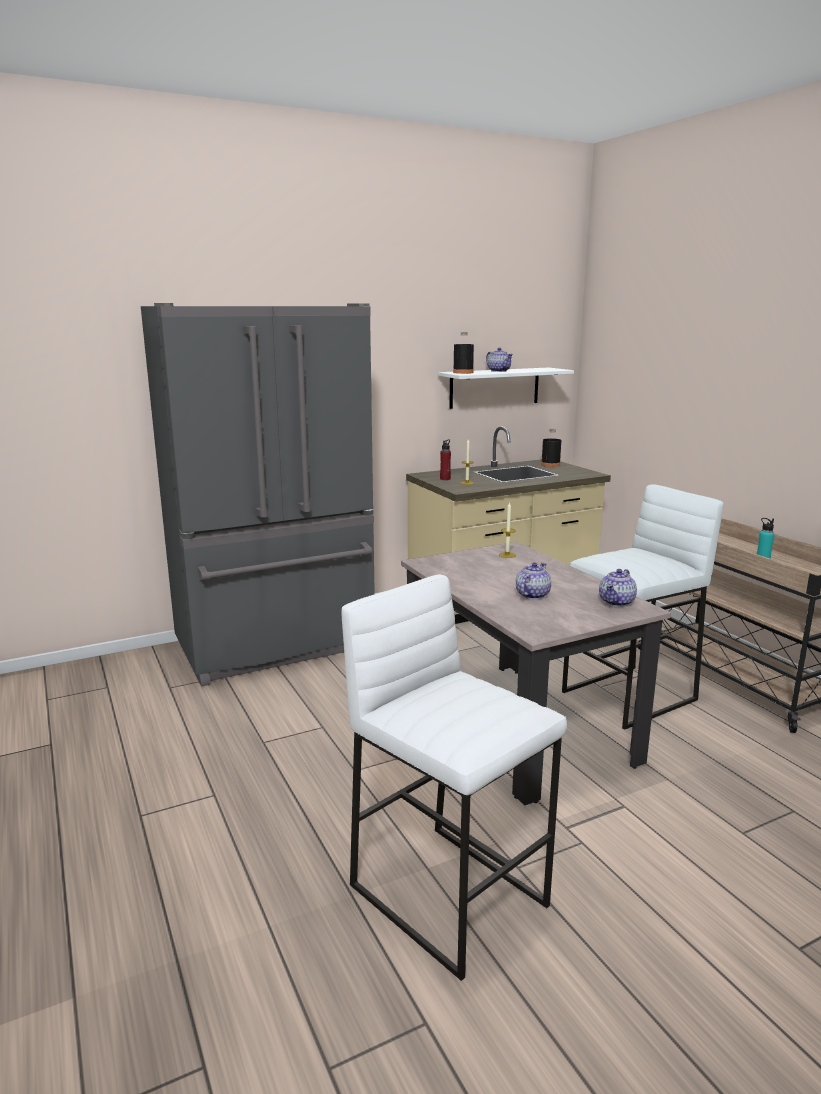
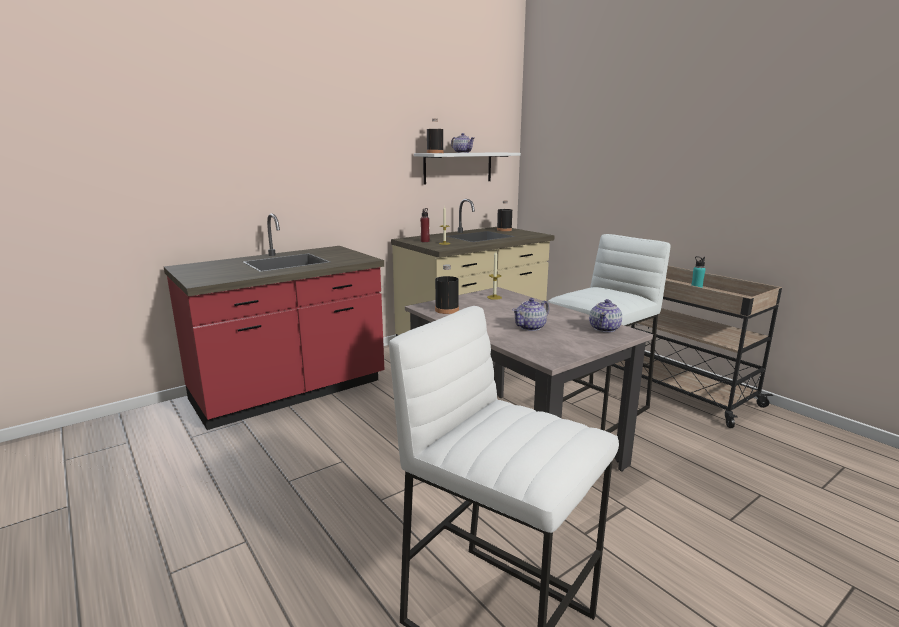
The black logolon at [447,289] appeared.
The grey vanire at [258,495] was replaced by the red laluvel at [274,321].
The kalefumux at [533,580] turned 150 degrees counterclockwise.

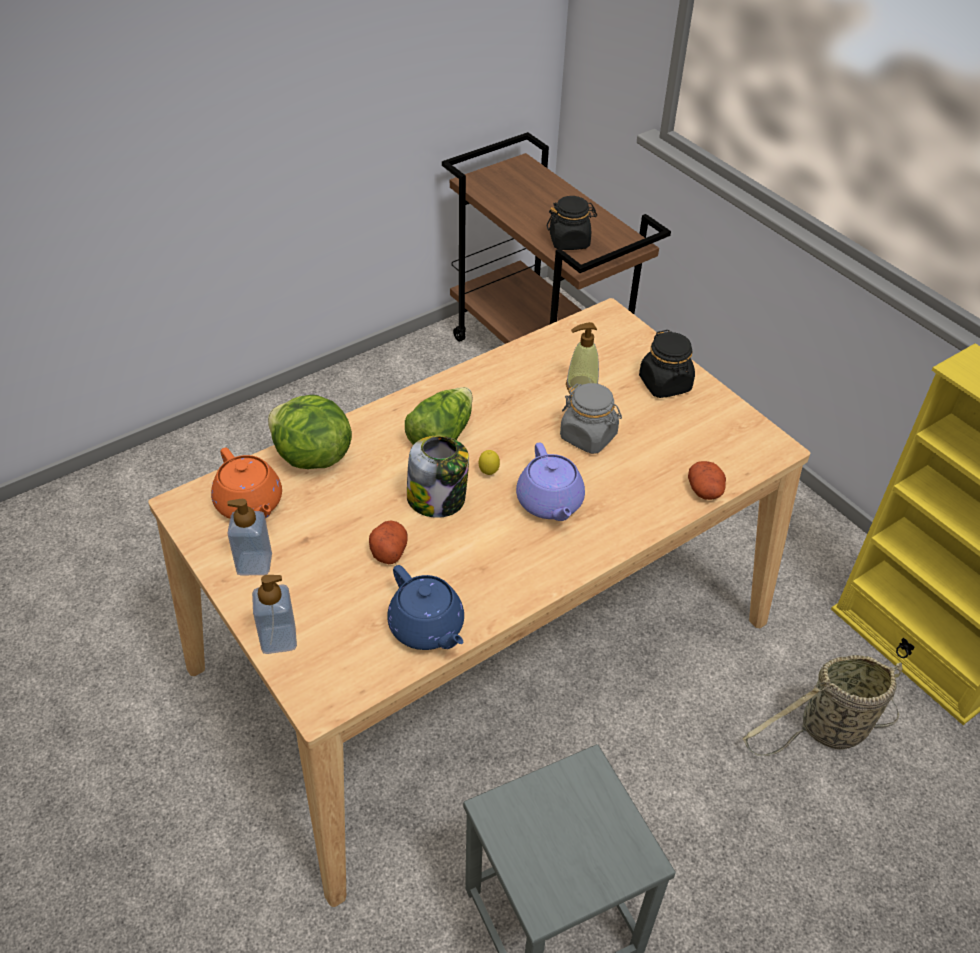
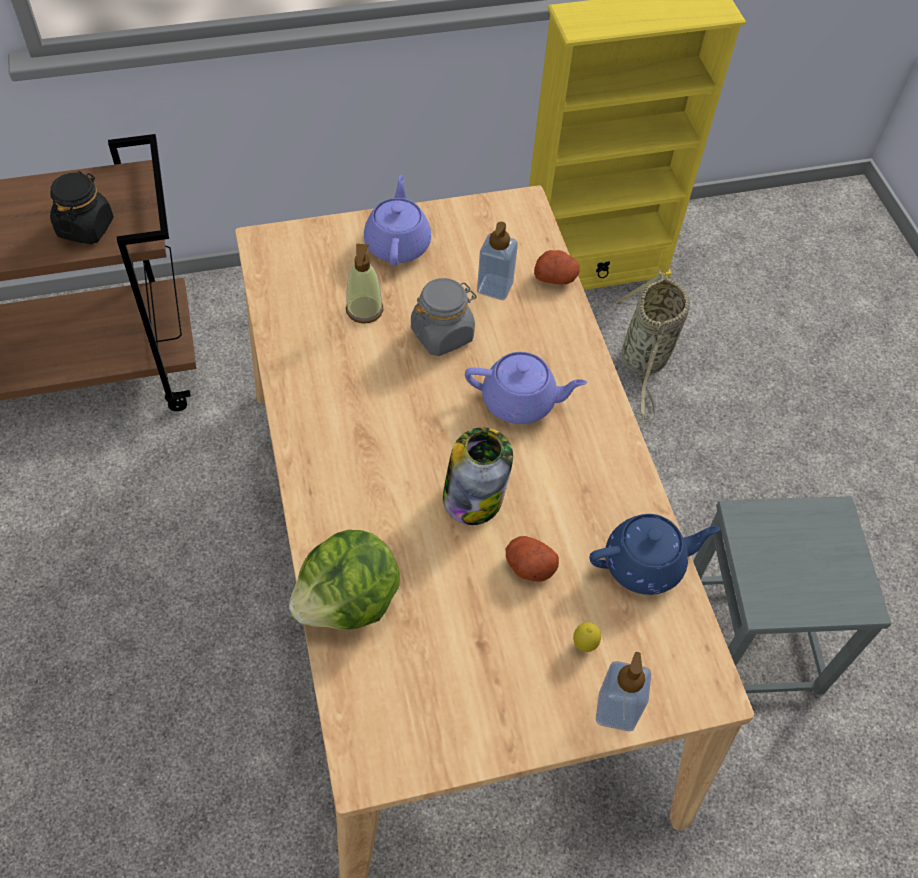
The orange kalefumux at [246,483] disappeared.
The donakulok at [438,416] disappeared.
The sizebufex moved from [249,537] to [497,261].
The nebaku moved from [489,462] to [587,637].
The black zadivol at [667,364] was replaced by the purple kalefumux at [397,220].

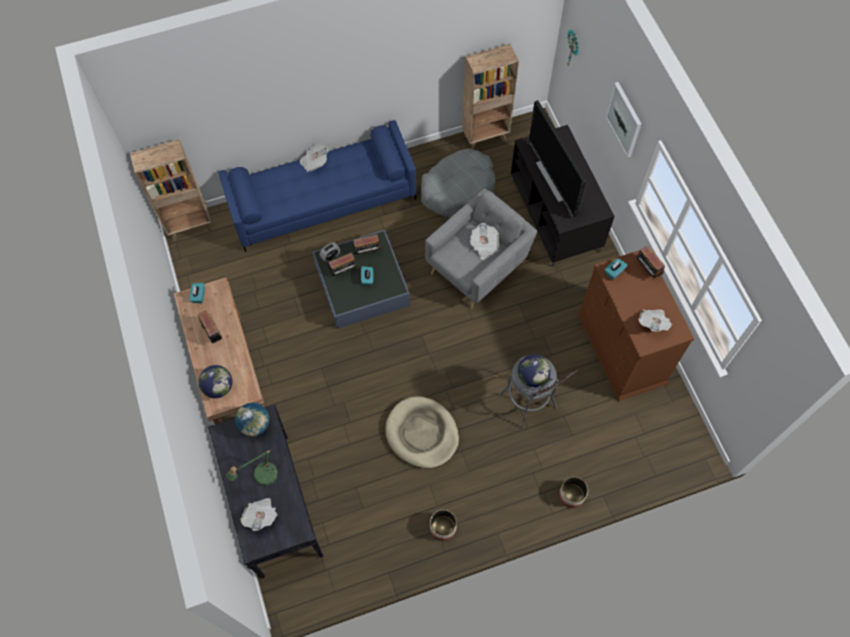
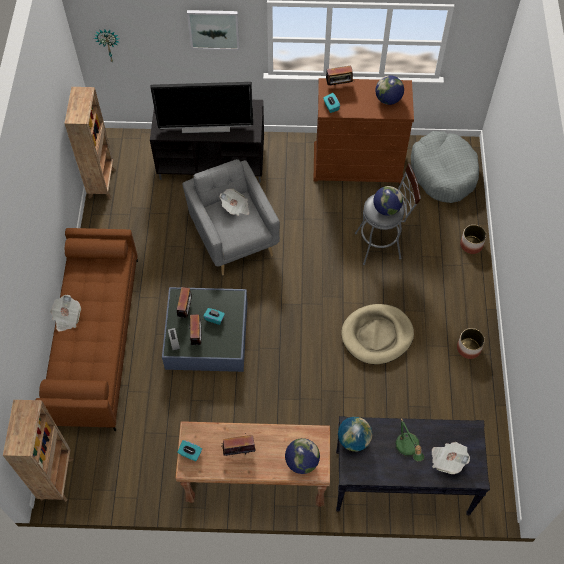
The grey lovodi moved from [458,182] to [445,167].
The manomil at [655,320] was replaced by the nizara at [389,90].
The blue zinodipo at [317,186] became the brown zinodipo at [87,329].

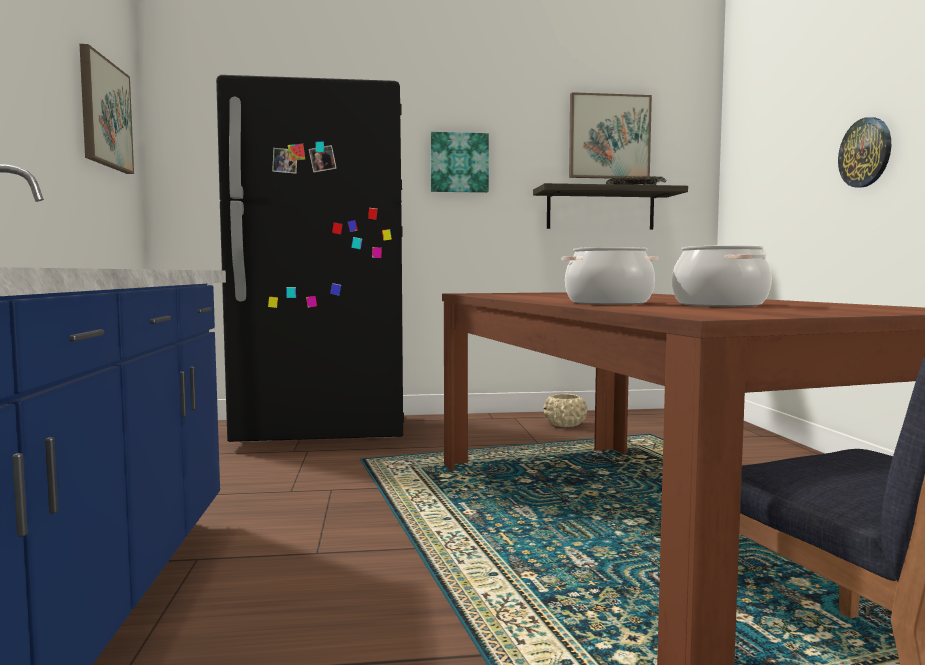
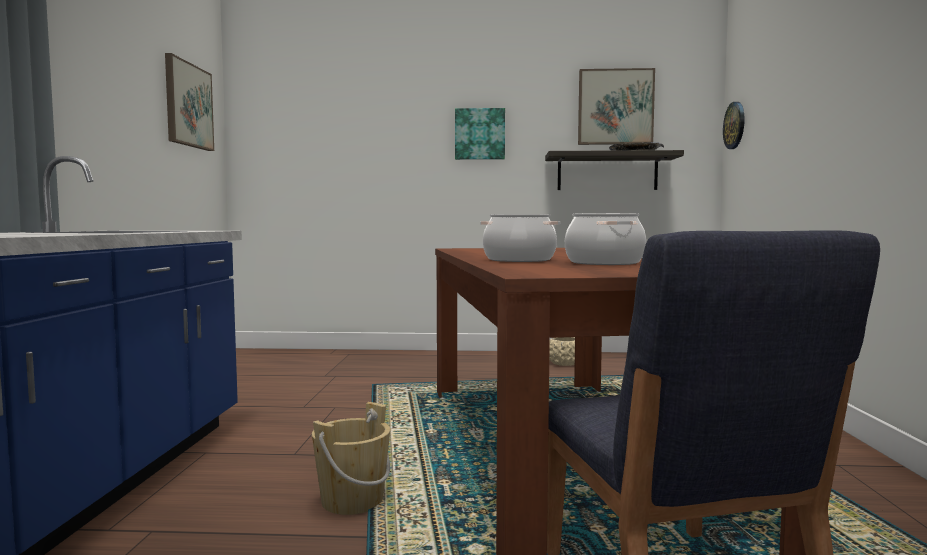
The black vanire at [310,258] disappeared.
The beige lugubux at [351,458] appeared.
The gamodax moved from [864,152] to [733,125].

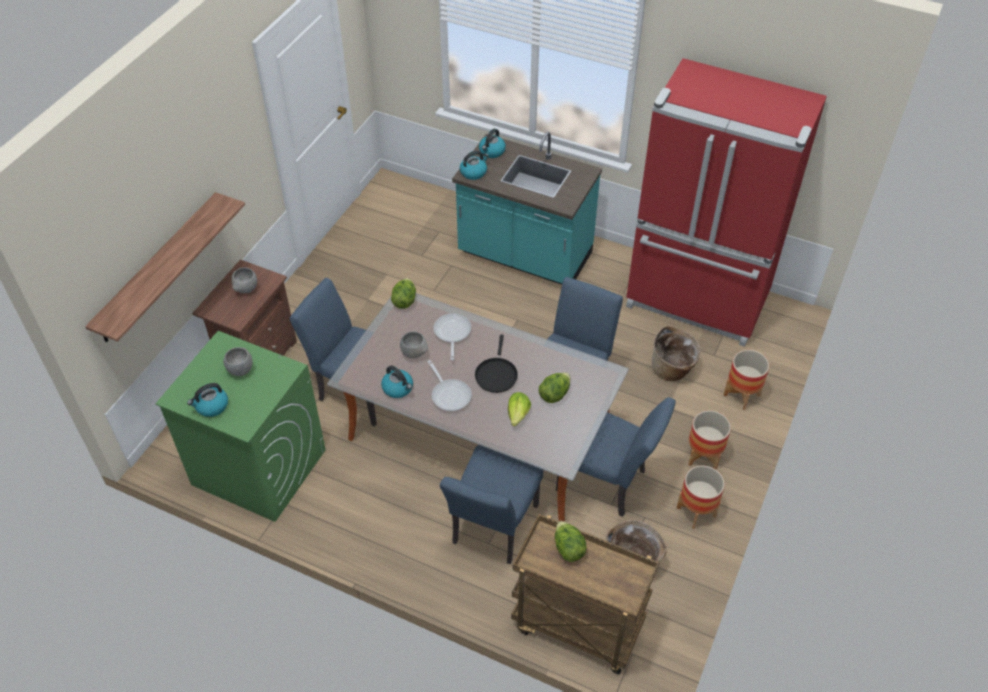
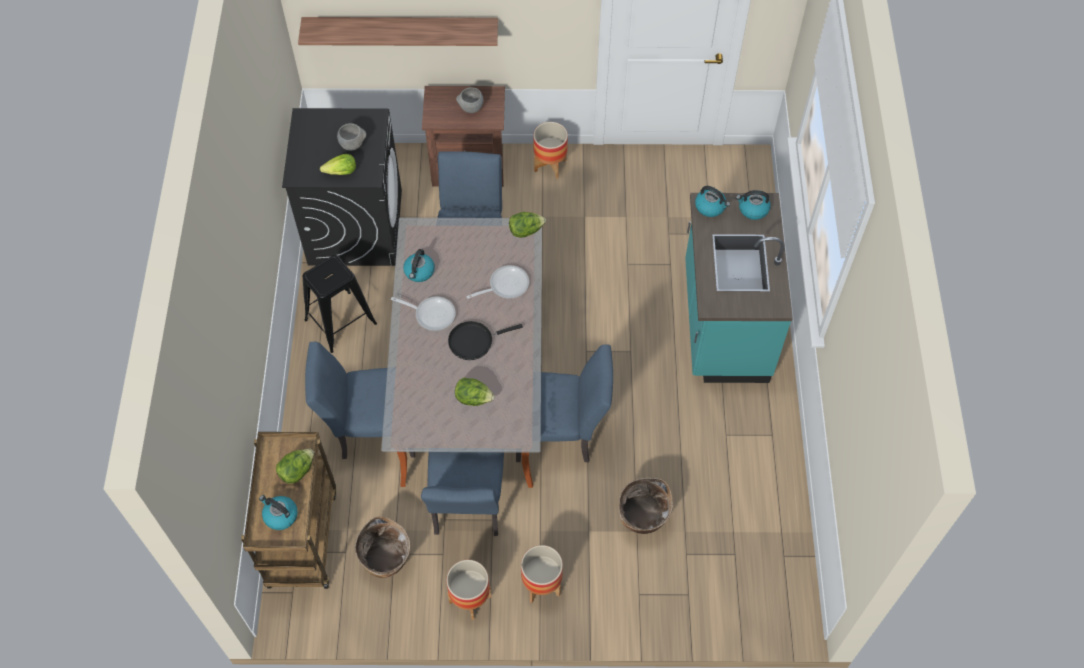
The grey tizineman at [414,345] disappeared.
The red vanire at [726,202] disappeared.
The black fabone at [339,304] appeared.
The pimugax moved from [207,400] to [278,512].
The donakulok moved from [519,409] to [338,164].
The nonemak moved from [746,380] to [550,150].
The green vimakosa at [240,426] became the black vimakosa at [342,187].
The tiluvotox at [450,385] turned 105 degrees counterclockwise.

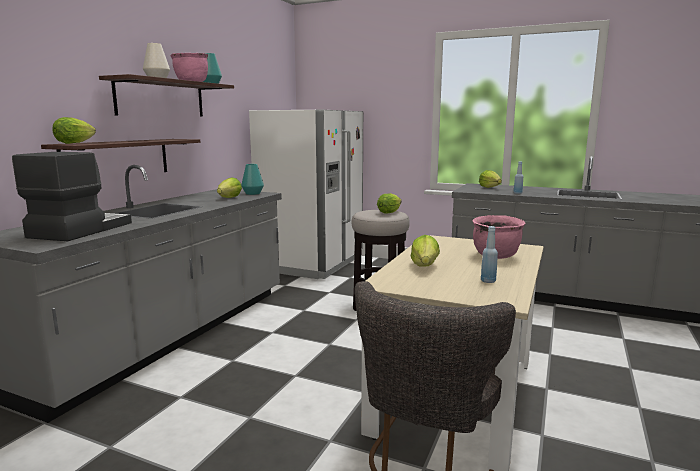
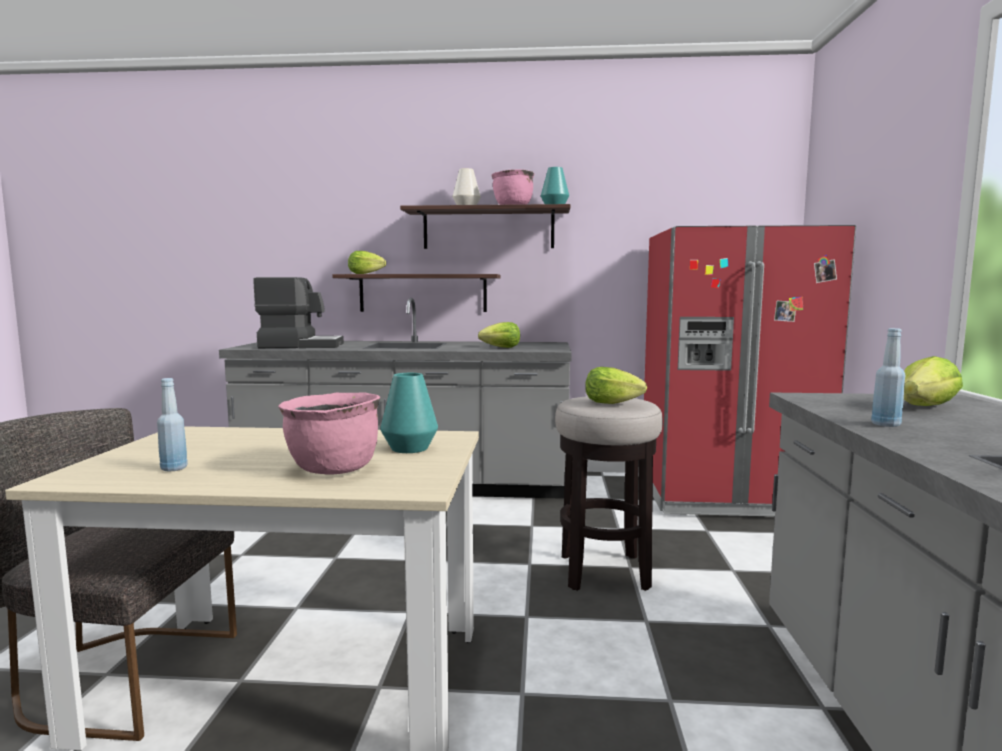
The donakulok at [425,251] disappeared.
The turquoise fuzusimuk moved from [252,179] to [409,413].
The white vanire at [306,194] became the red vanire at [750,371].

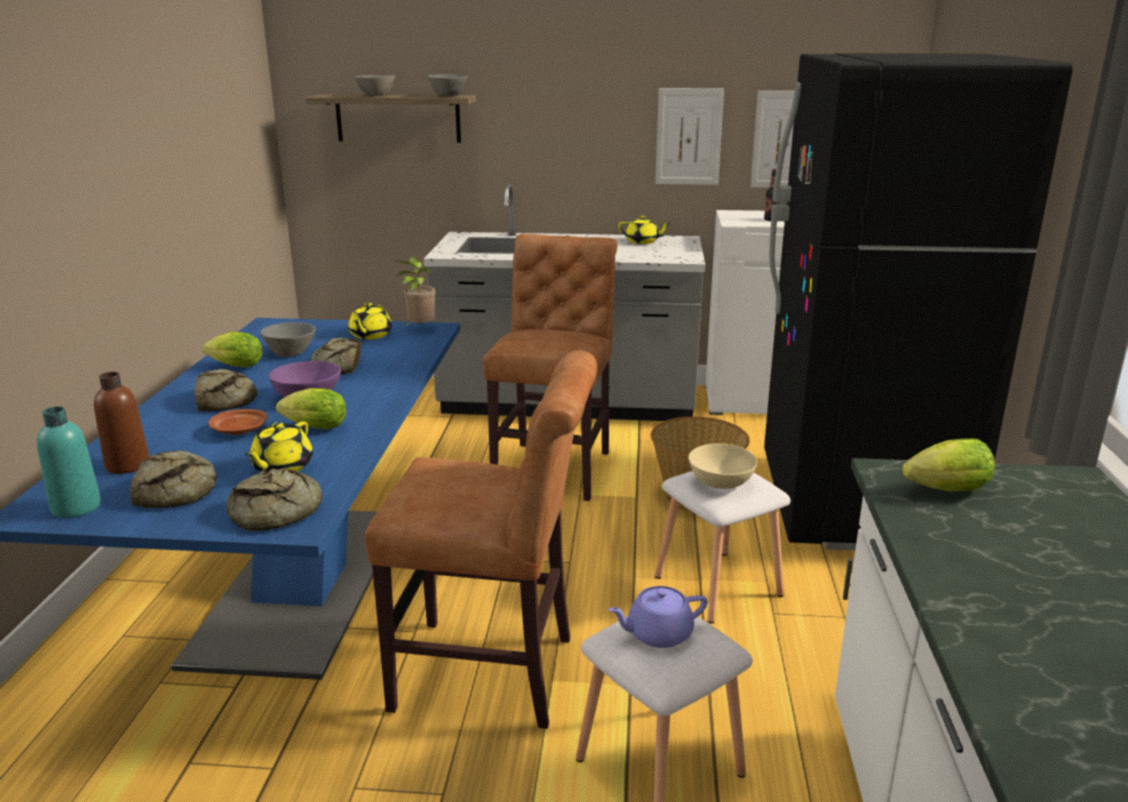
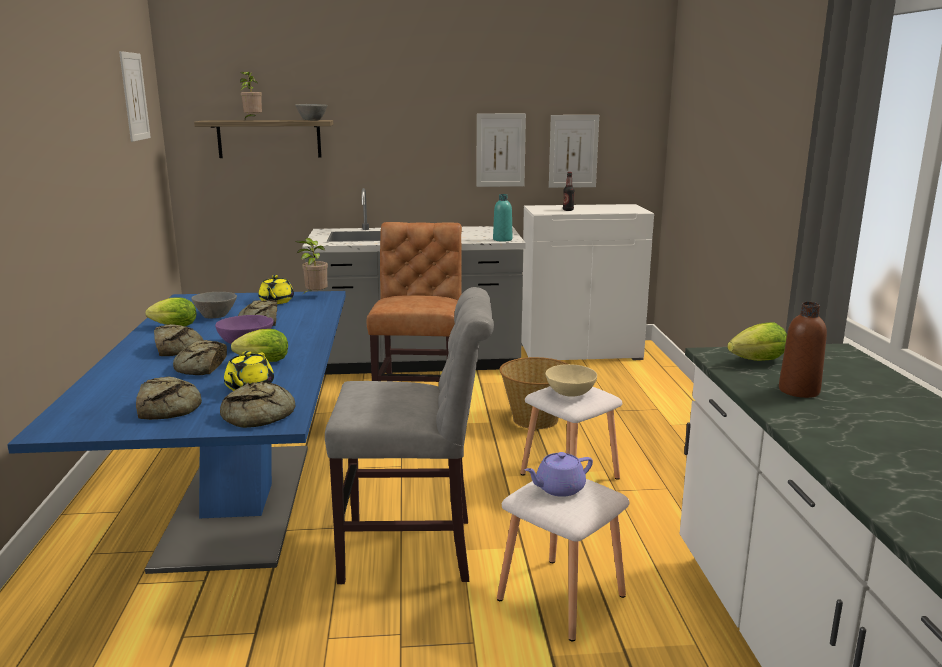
The yellow kalefumux at [644,229] disappeared.
The black vanire at [918,301] disappeared.
The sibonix at [135,96] appeared.
The turquoise logolon moved from [69,462] to [502,218].
The brown logolon moved from [122,423] to [803,350].
The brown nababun at [237,422] was replaced by the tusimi at [200,357].
The grey tizineman at [375,85] was replaced by the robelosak at [251,95].
The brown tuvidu at [481,539] became the grey tuvidu at [409,436].

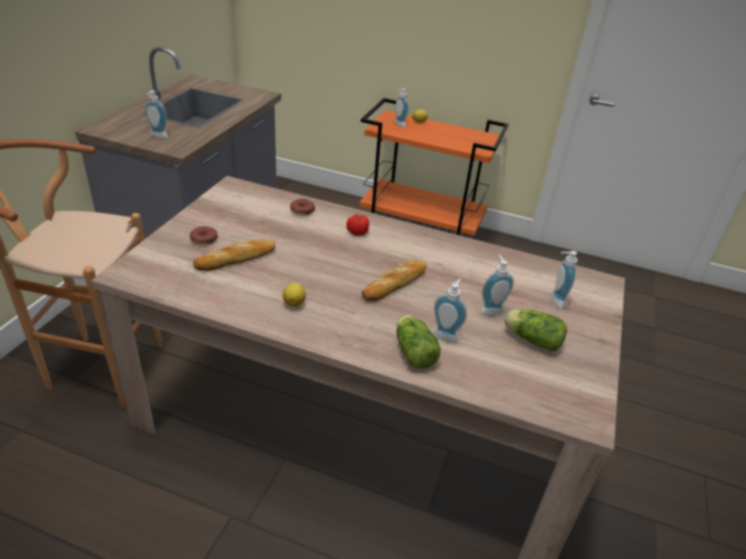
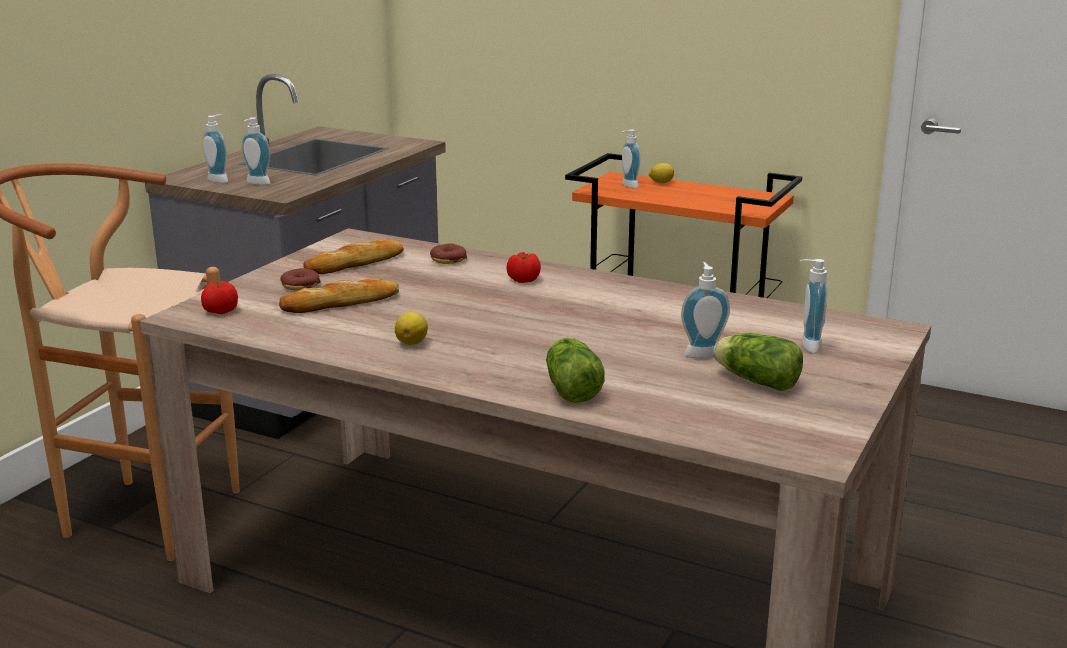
The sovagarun at [219,297] appeared.
The tusimi moved from [394,280] to [354,256].
The sizebufex moved from [450,310] to [215,148].

